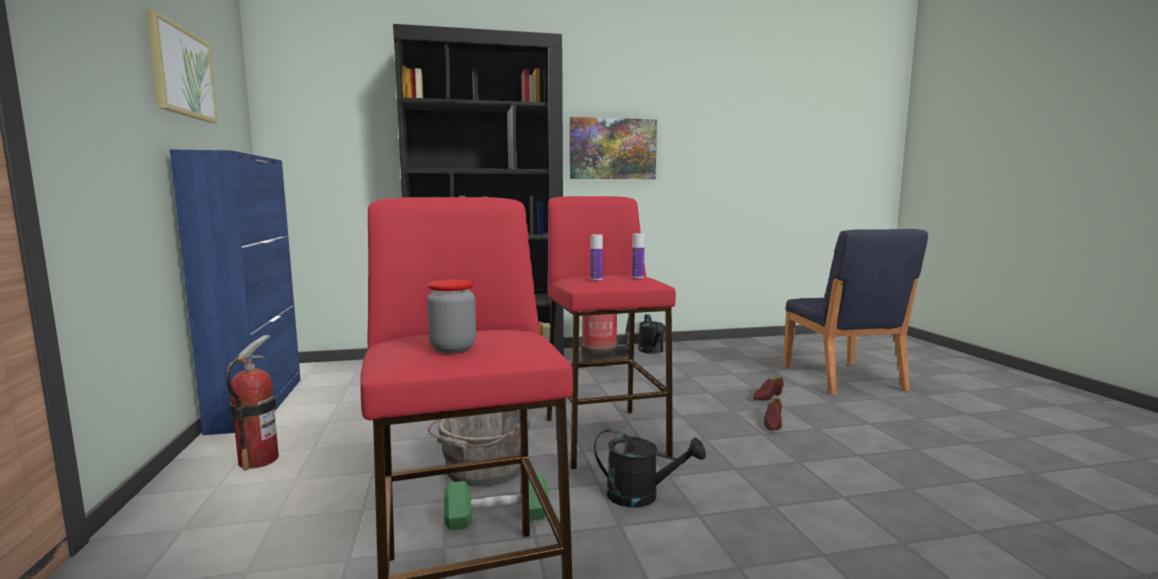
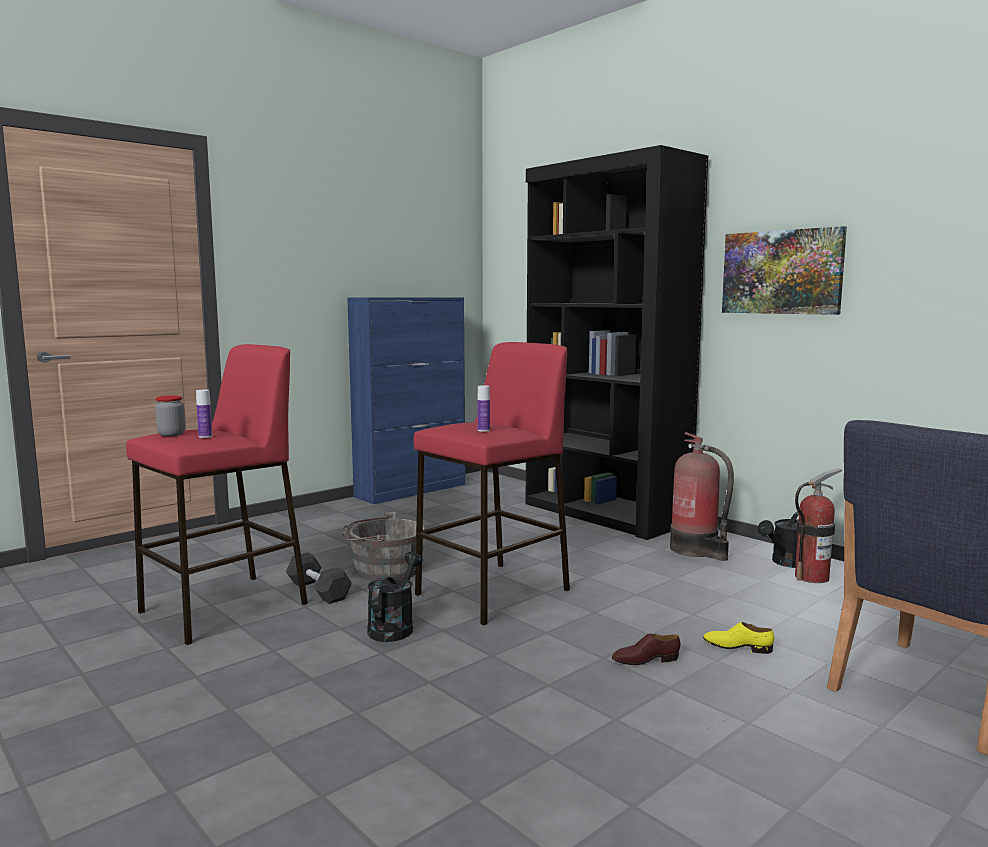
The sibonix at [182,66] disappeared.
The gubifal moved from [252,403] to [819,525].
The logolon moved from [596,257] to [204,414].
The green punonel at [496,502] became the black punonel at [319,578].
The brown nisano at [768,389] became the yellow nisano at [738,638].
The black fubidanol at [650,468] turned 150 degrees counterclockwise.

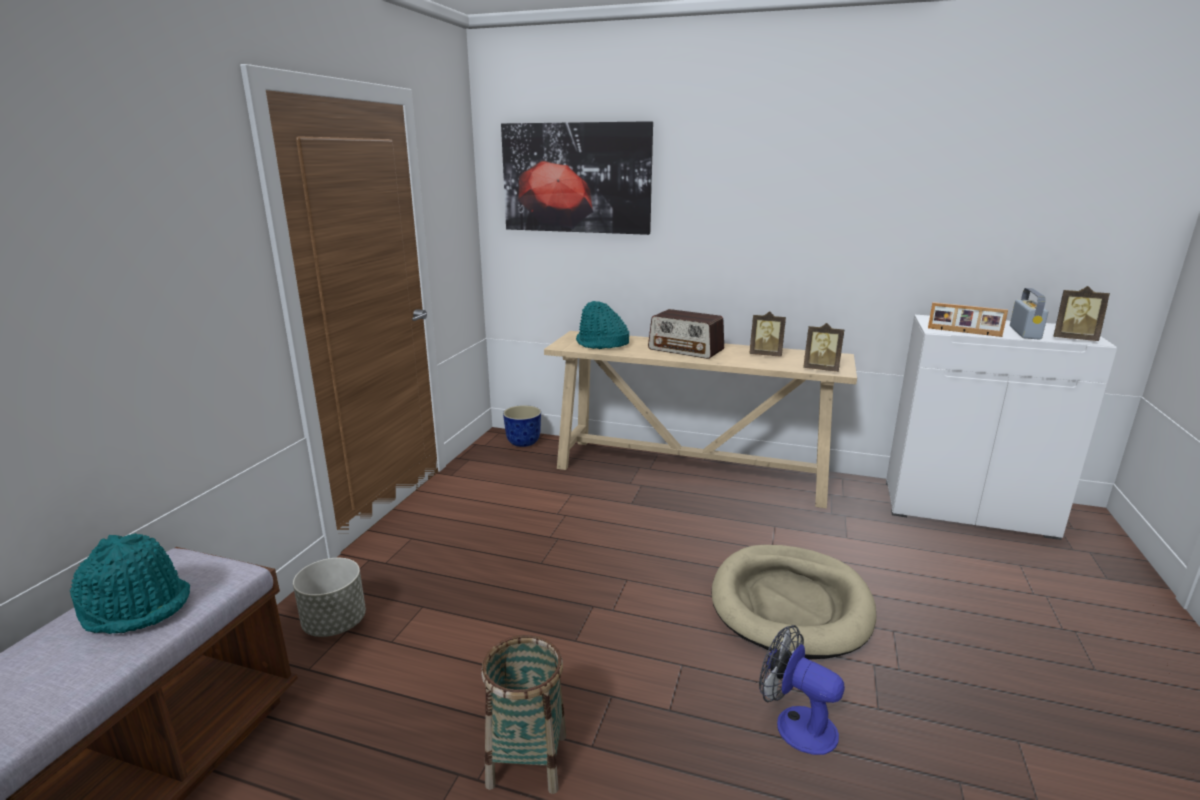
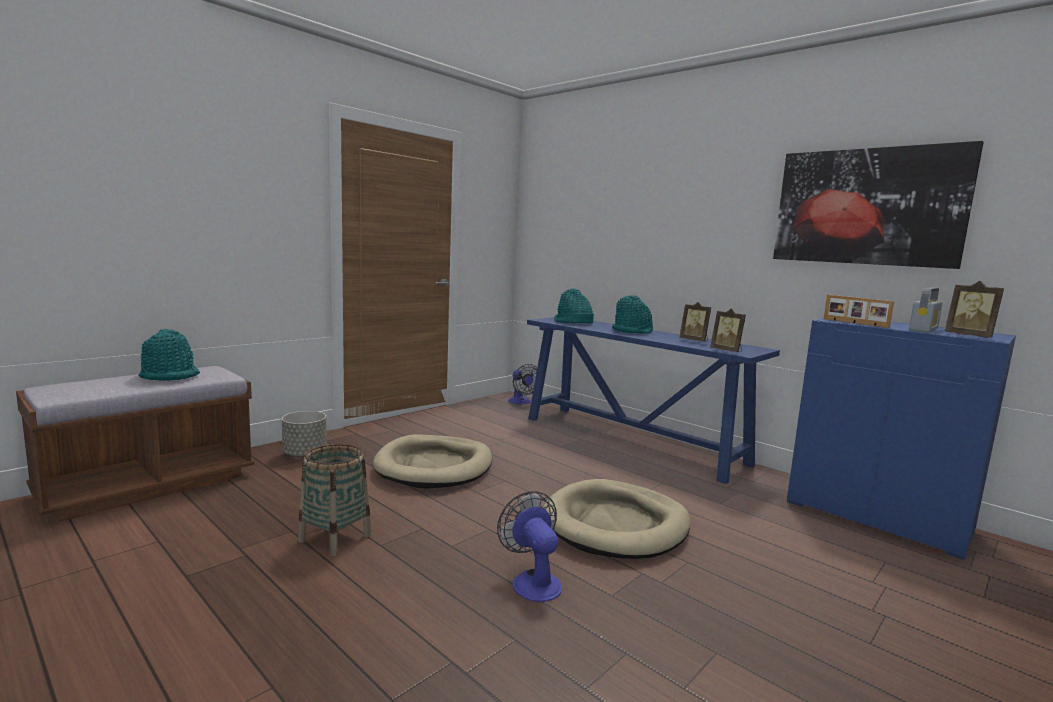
The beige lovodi at [432,461] appeared.
The sibonix moved from [577,178] to [878,205].
The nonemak at [522,426] was replaced by the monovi at [522,384].
The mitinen at [686,334] was replaced by the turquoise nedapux at [632,314].
The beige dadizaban at [700,419] became the blue dadizaban at [653,400].
The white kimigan at [1001,427] became the blue kimigan at [901,439].

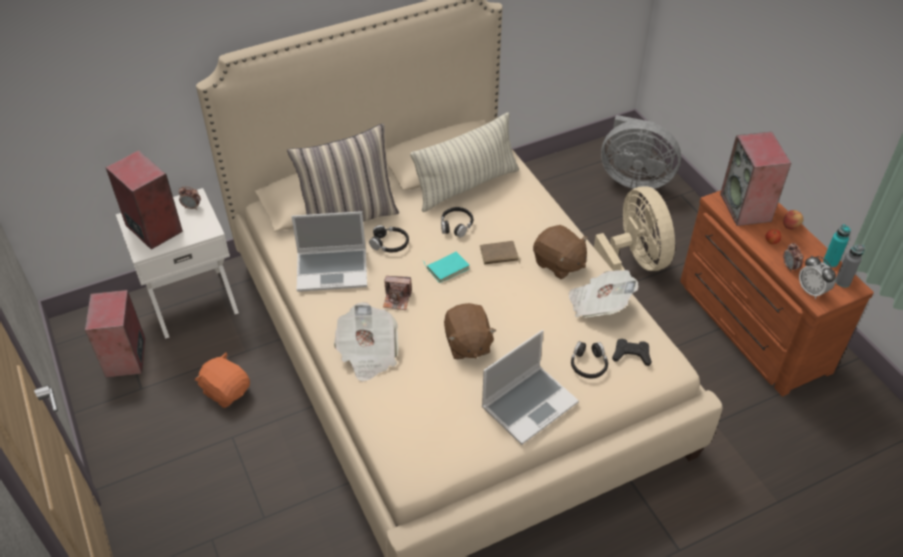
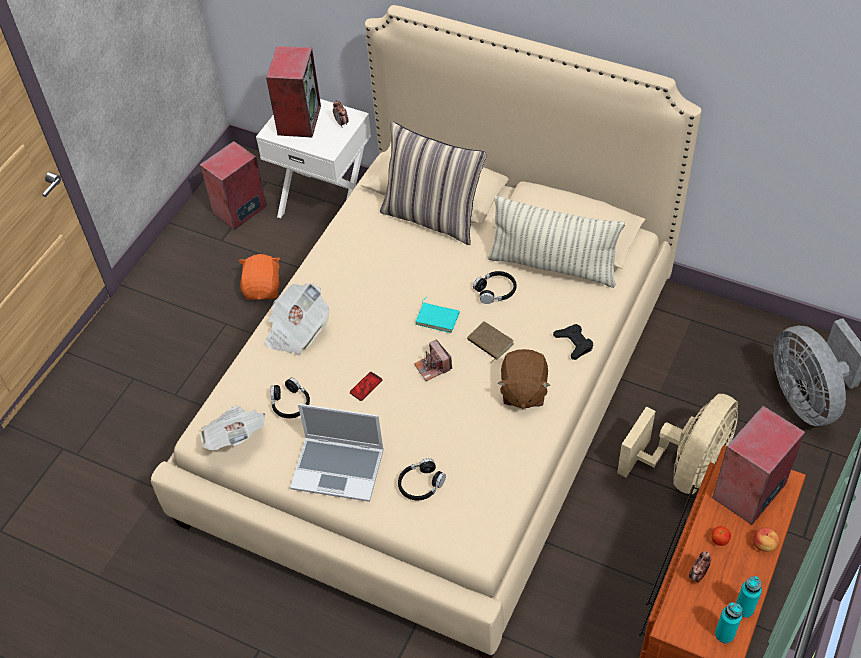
The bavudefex at [329,251] disappeared.
The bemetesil at [817,277] disappeared.
The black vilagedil moved from [389,238] to [290,397].
The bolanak moved from [397,293] to [433,360].
The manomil moved from [603,294] to [233,427].
The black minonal moved from [632,352] to [573,342].
The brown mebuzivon at [470,331] was replaced by the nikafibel at [366,386].
The grey logolon at [850,265] became the turquoise logolon at [729,623].

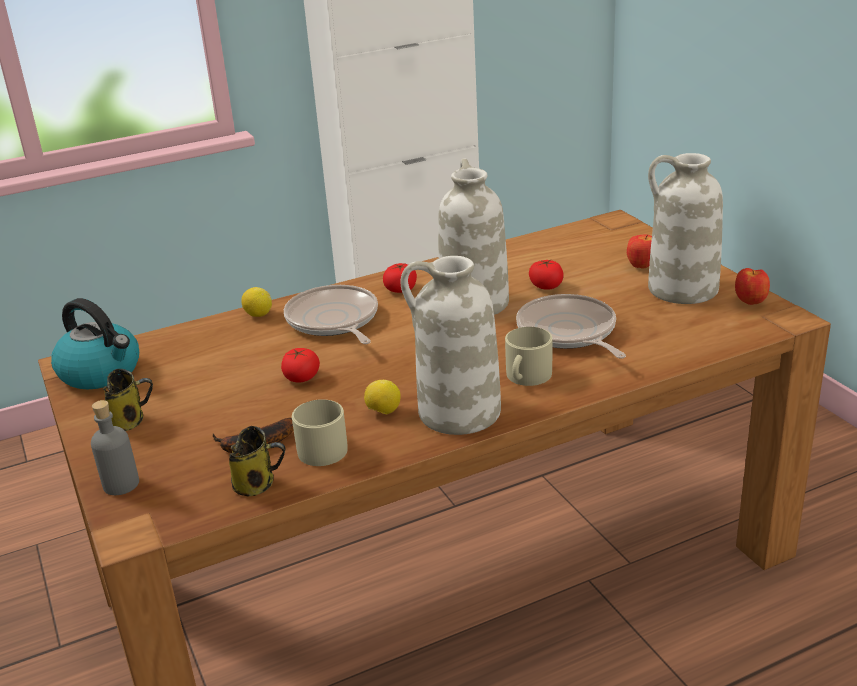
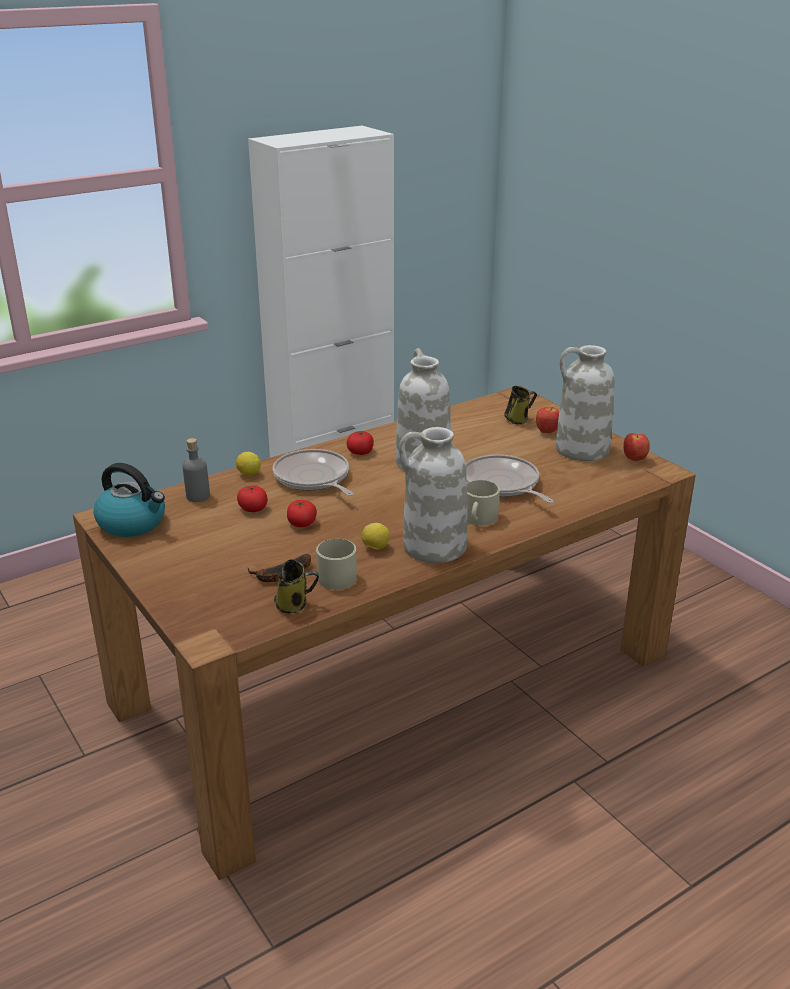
The grey logolon moved from [115,447] to [196,470].
The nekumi moved from [128,400] to [520,405].
The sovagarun moved from [546,274] to [252,498].

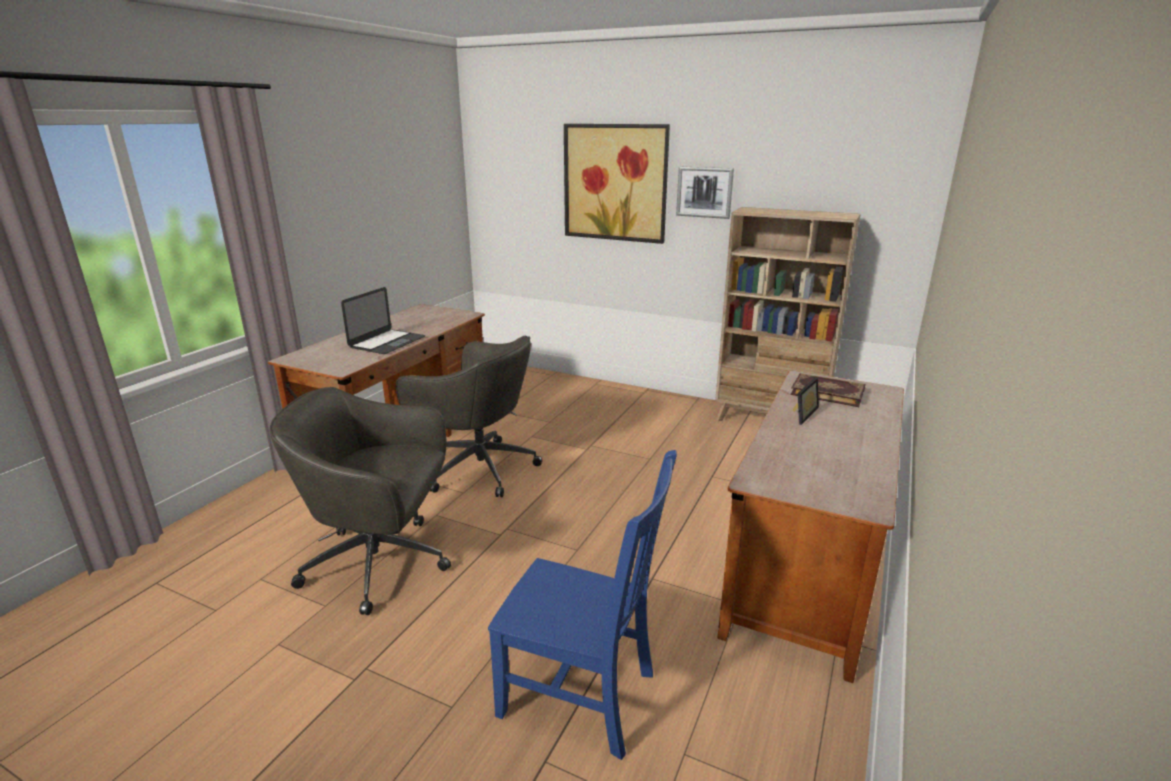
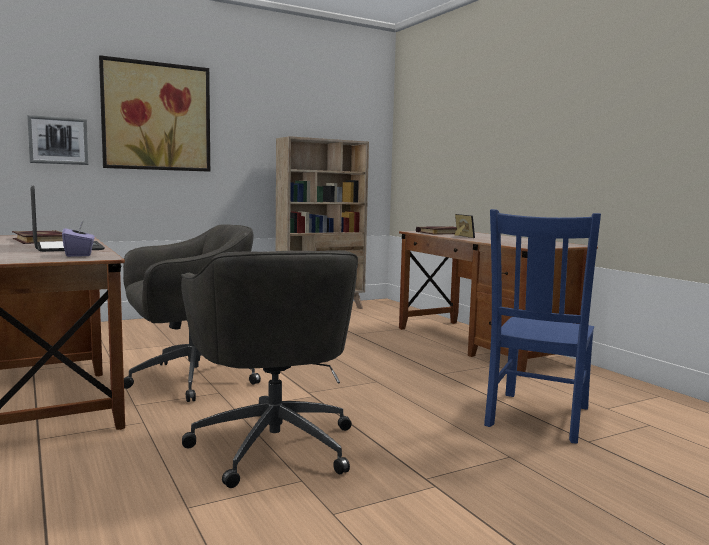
The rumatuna at [37,237] appeared.
The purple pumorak at [78,239] appeared.
The sibonix moved from [705,193] to [57,140].
The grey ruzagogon at [360,501] turned 60 degrees counterclockwise.
The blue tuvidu at [582,605] turned 150 degrees clockwise.

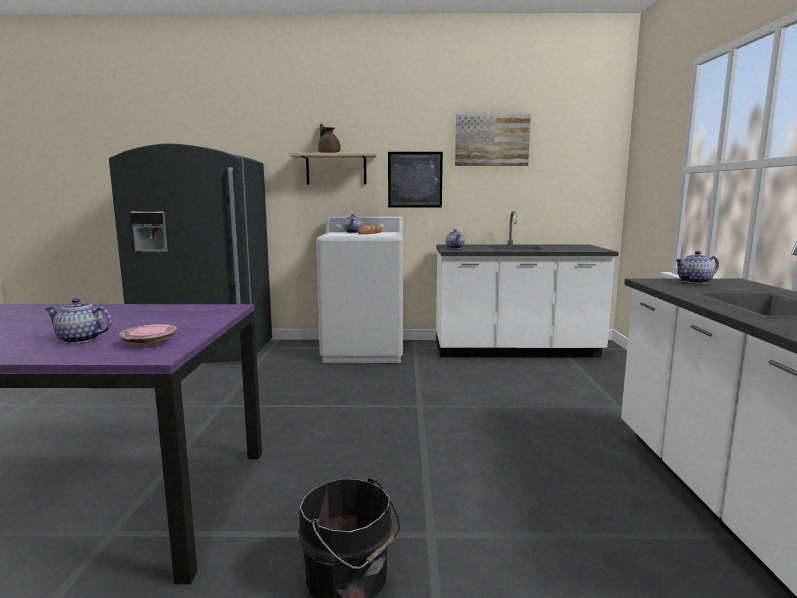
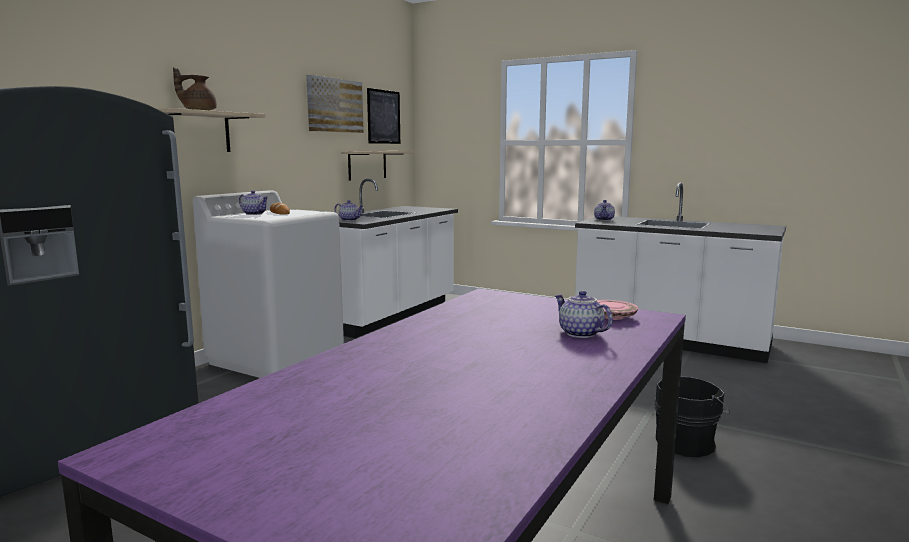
The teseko at [377,165] appeared.
The sibonix moved from [415,180] to [383,116].
The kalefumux at [78,321] turned 105 degrees clockwise.

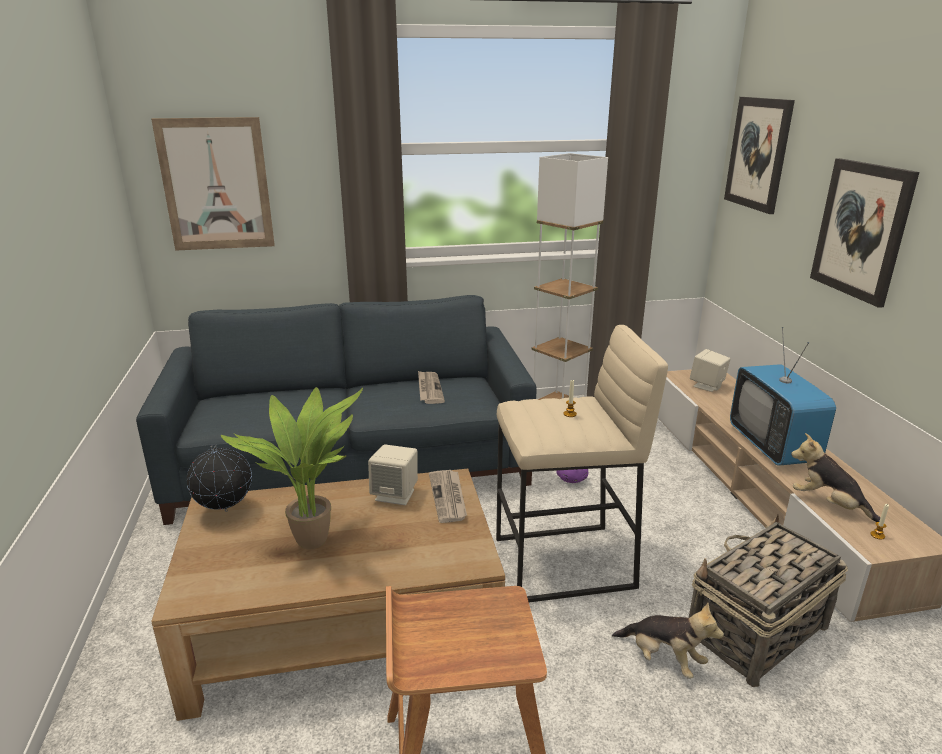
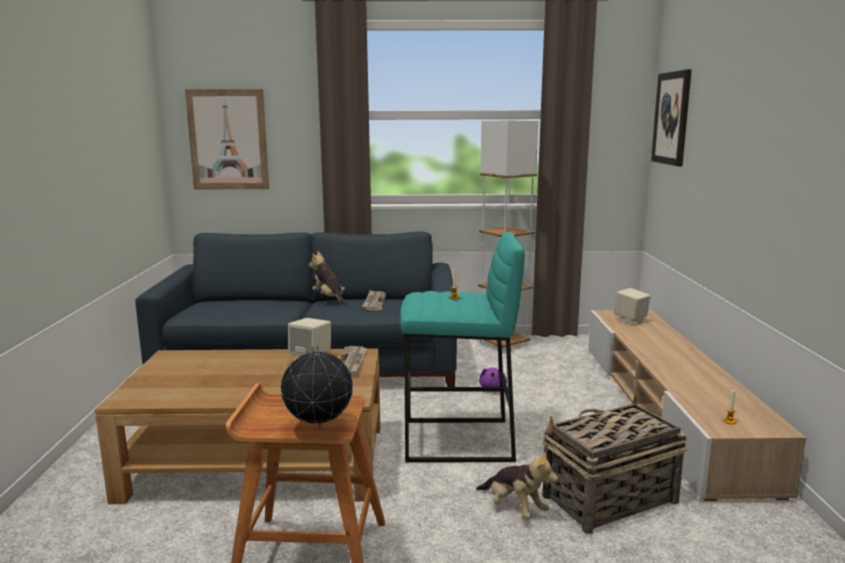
The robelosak at [292,468] disappeared.
The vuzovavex at [783,396] disappeared.
The sibonix at [864,233] disappeared.
The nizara moved from [219,478] to [317,387].
The mebuzivon moved from [836,477] to [328,278].
The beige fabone at [582,463] became the turquoise fabone at [462,347].

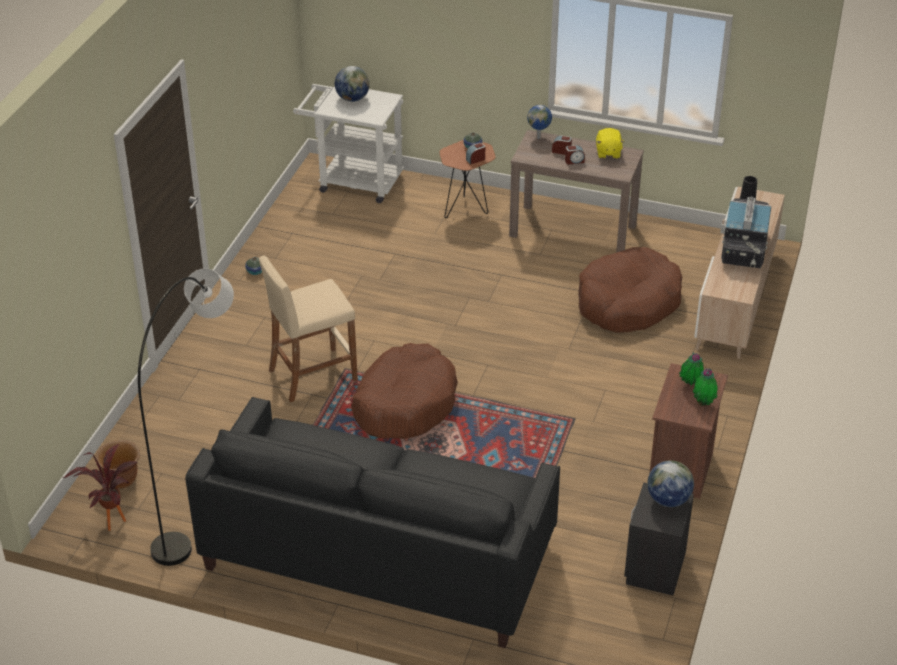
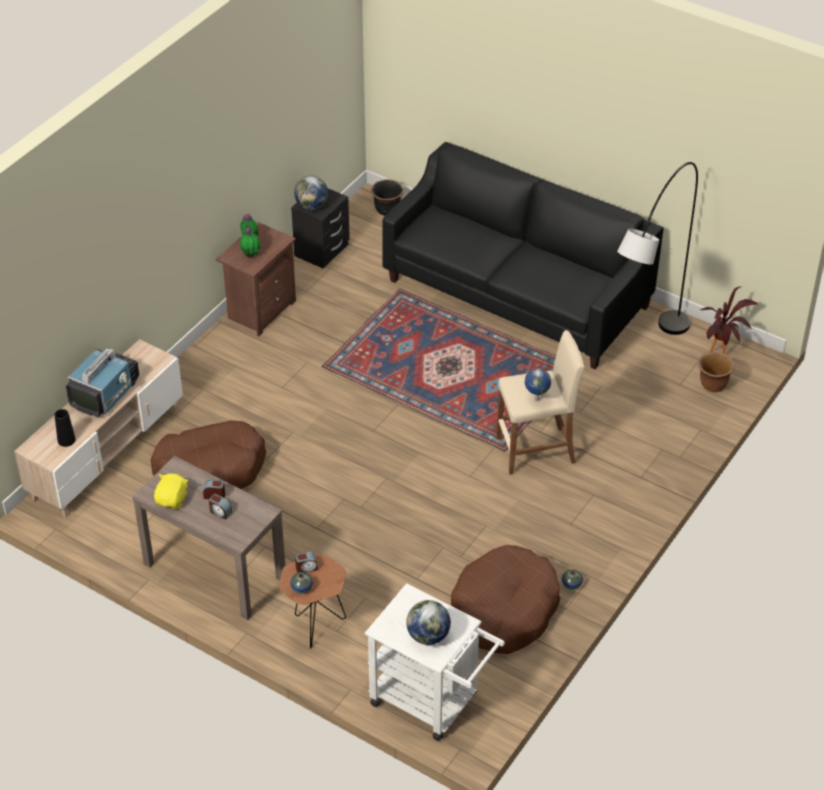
The black nonemak at [387,197] appeared.
The brown lovodi moved from [404,391] to [505,599].
The nizara moved from [539,122] to [538,384].

